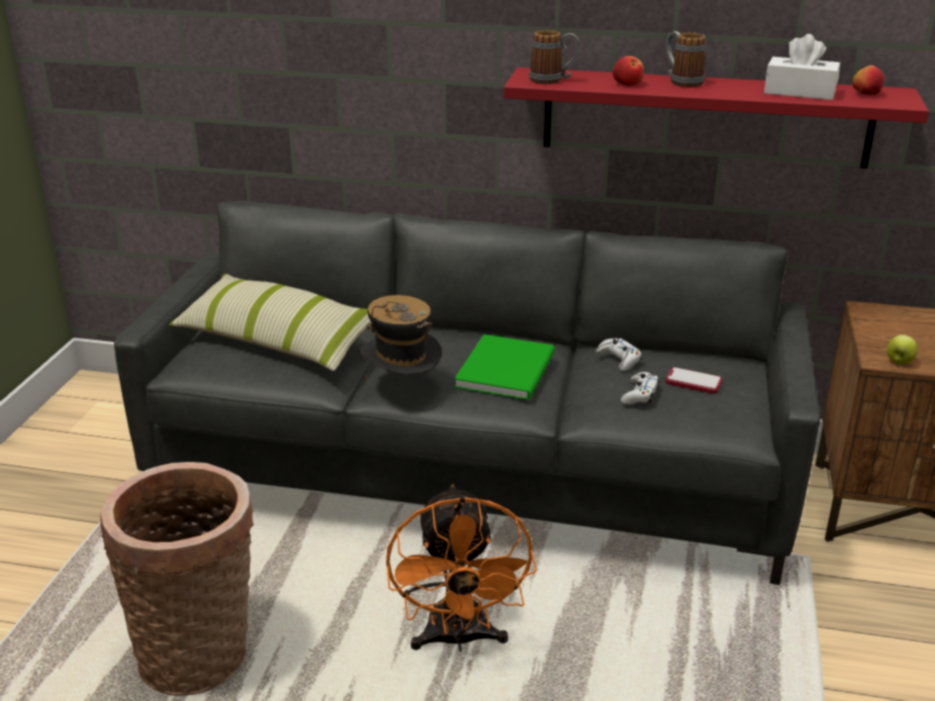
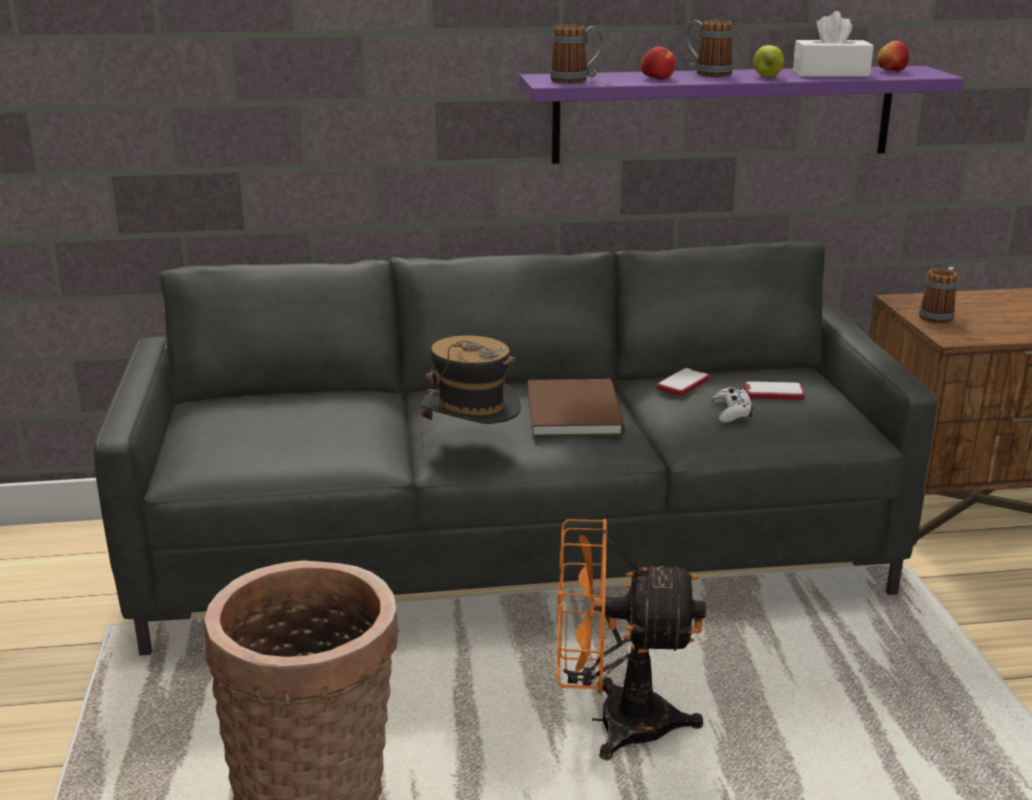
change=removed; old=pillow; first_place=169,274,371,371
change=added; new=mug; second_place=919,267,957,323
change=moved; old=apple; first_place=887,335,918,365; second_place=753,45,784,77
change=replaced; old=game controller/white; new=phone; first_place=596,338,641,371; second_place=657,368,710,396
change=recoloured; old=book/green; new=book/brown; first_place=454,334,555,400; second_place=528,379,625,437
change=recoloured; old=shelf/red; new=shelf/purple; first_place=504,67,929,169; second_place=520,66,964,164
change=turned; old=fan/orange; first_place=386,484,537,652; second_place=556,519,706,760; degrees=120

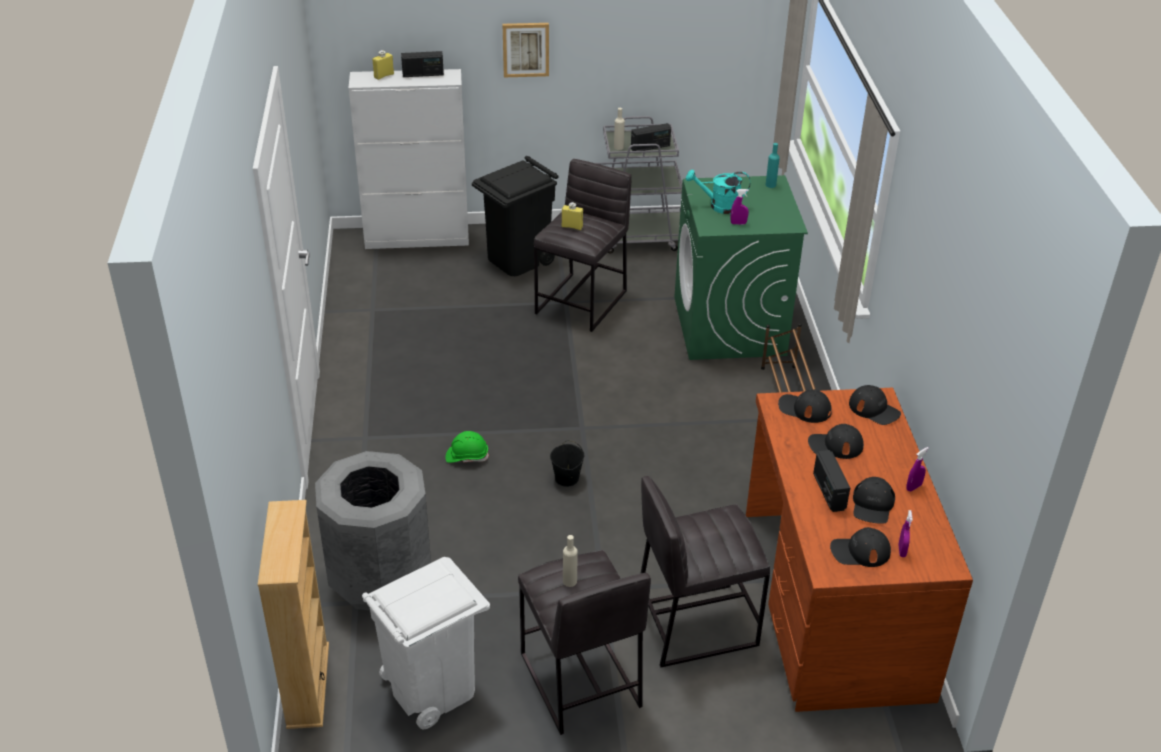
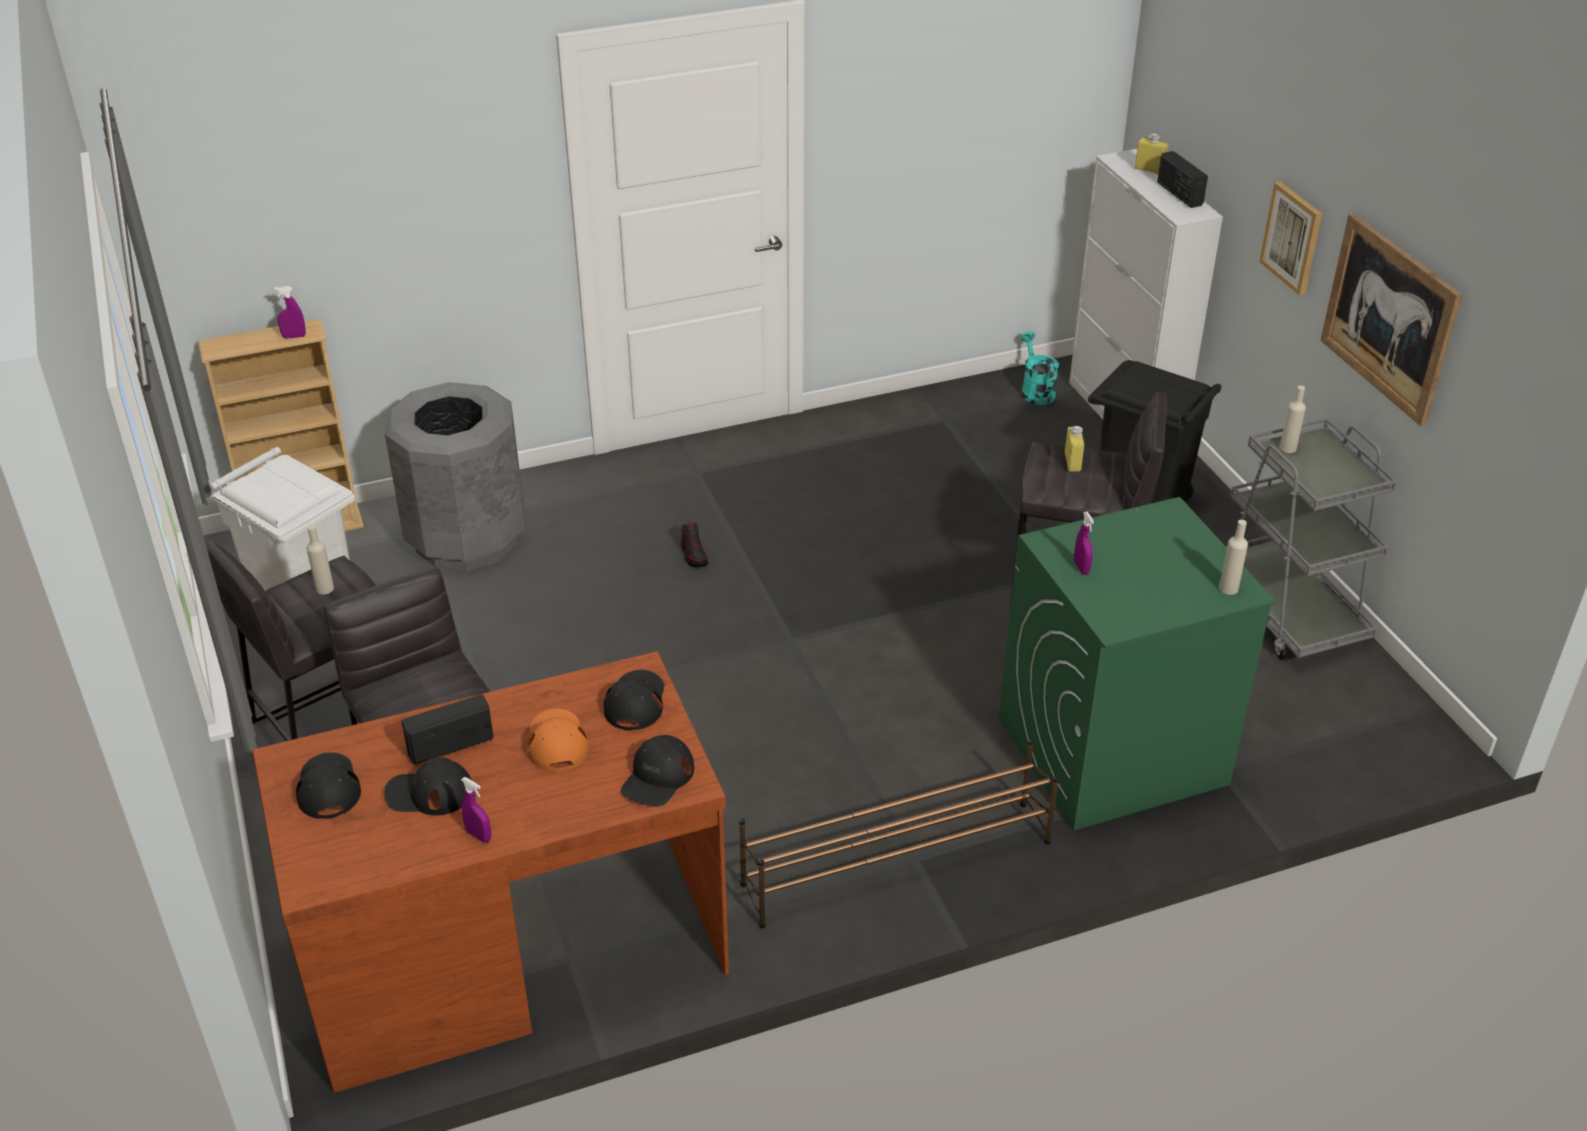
change=removed; old=bucket/black; first_place=550,440,584,487
change=removed; old=radio; first_place=631,123,671,151
change=added; new=picture; second_place=1320,213,1462,427
change=moved; old=watering can/turquoise; first_place=686,169,750,214; second_place=1021,331,1059,405
change=moved; old=spray bottle/purple; first_place=898,510,913,557; second_place=274,286,306,338
change=replaced; old=hard hat/green; new=shoe; first_place=445,431,489,463; second_place=681,520,708,568
change=recoloured; old=bottle/turquoise; new=bottle/beige; first_place=766,143,780,188; second_place=1219,520,1248,595
change=recoloured; old=cap/black; new=cap/orange; first_place=808,424,864,459; second_place=527,709,589,772

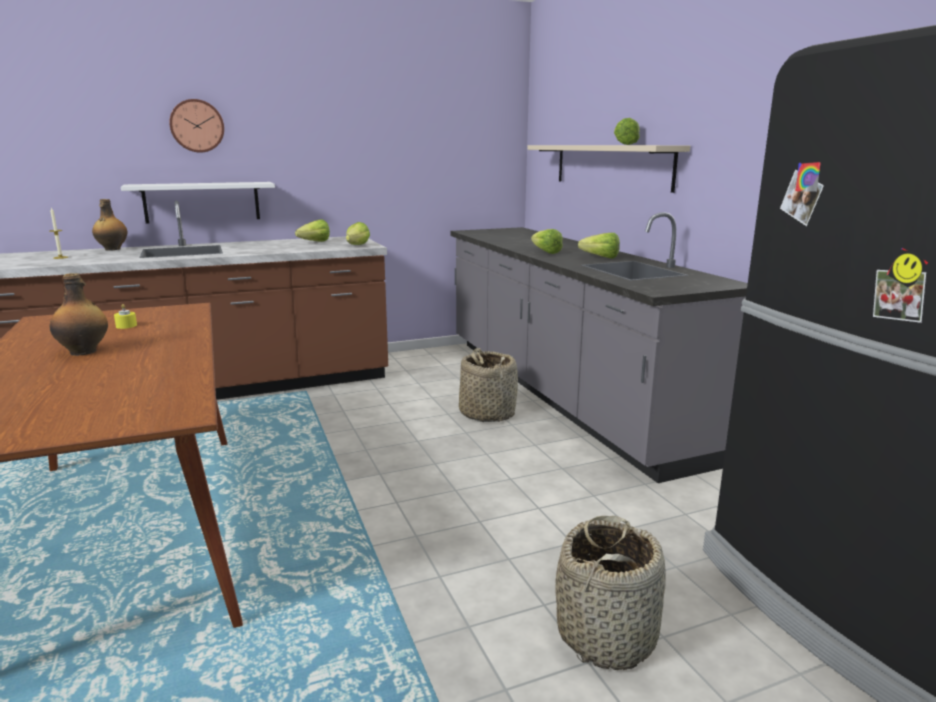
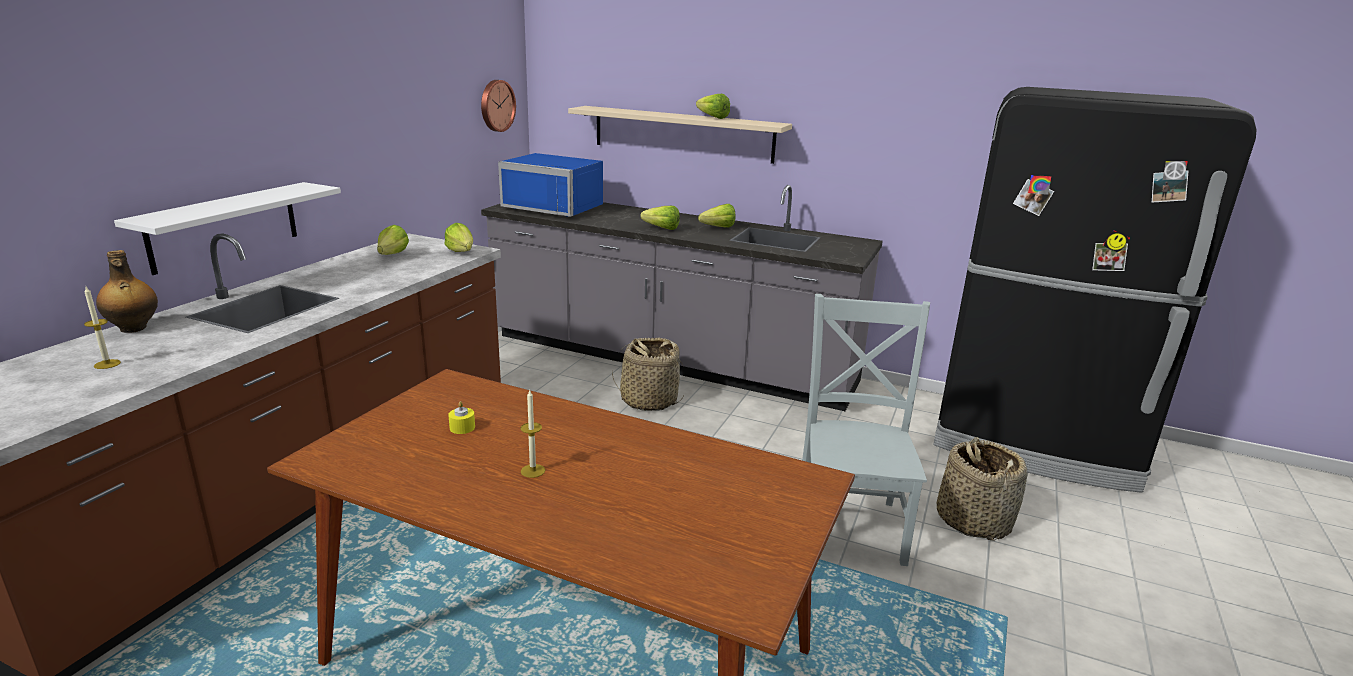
change=added; new=microwave/blue; second_place=498,153,603,217
change=added; new=chair/grey; second_place=802,294,930,566
change=moved; old=wall clock; first_place=169,99,224,153; second_place=481,80,516,132
change=replaced; old=bottle; new=candle; first_place=50,273,108,356; second_place=521,390,545,478

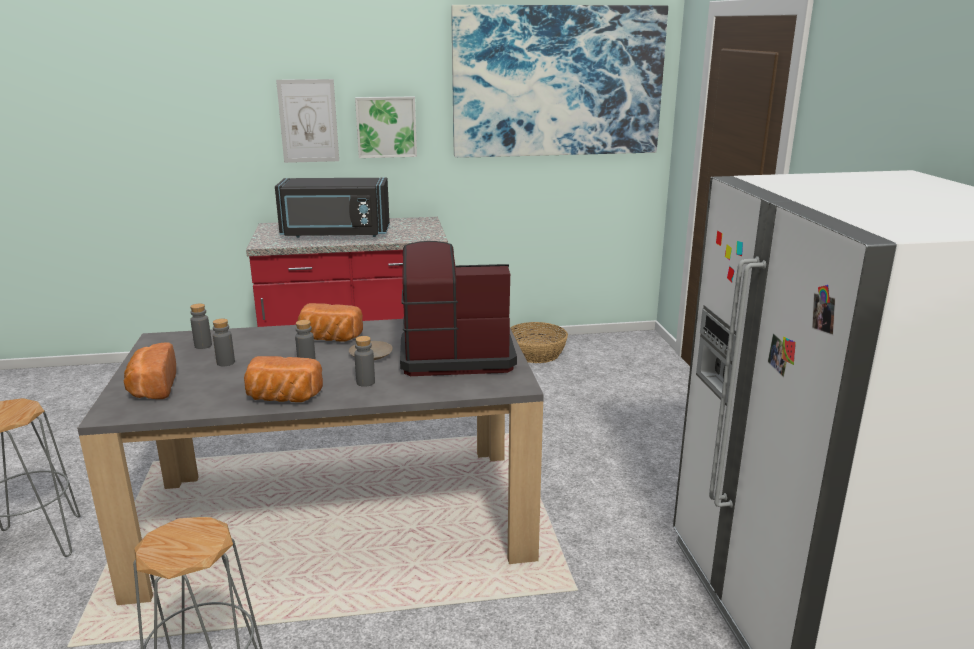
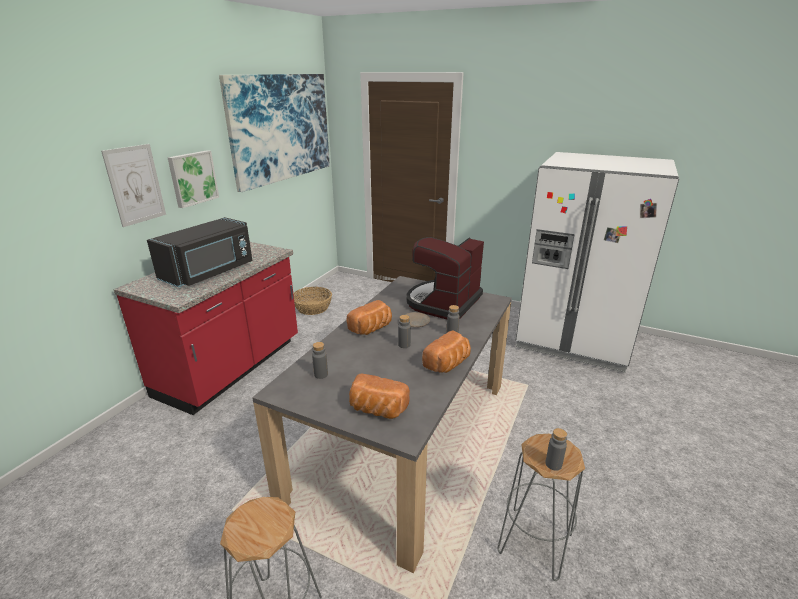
change=moved; old=bottle/grey; first_place=213,319,235,366; second_place=545,428,567,471

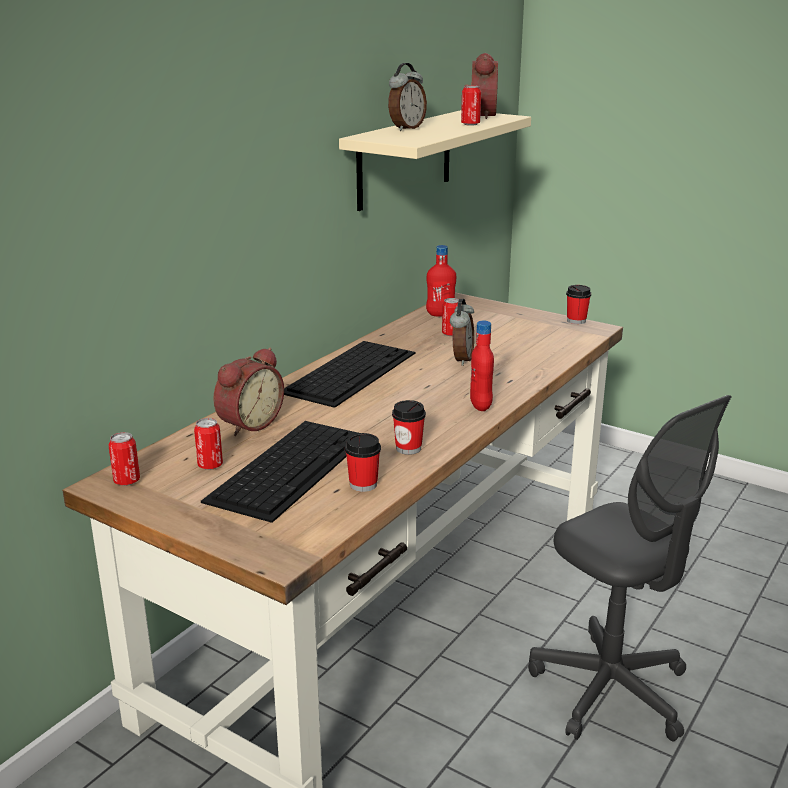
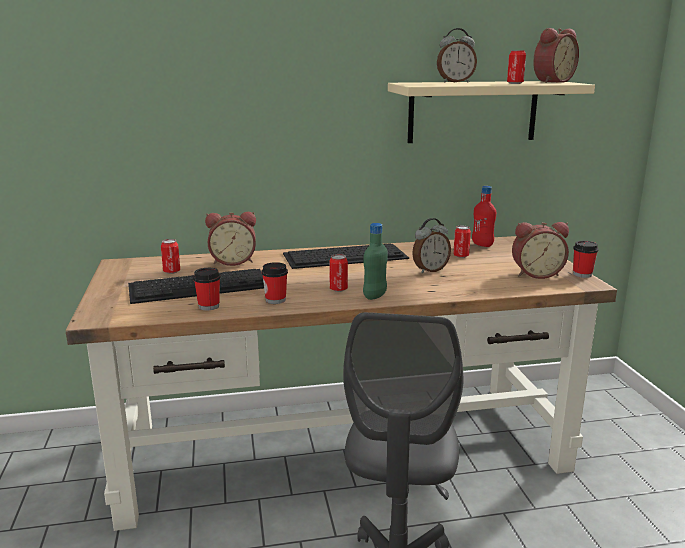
change=added; new=alarm clock; second_place=512,222,569,279
change=moved; old=can; first_place=108,432,140,486; second_place=329,254,348,292
change=recoloured; old=bottle/red; new=bottle/green; first_place=470,321,494,411; second_place=363,223,388,300

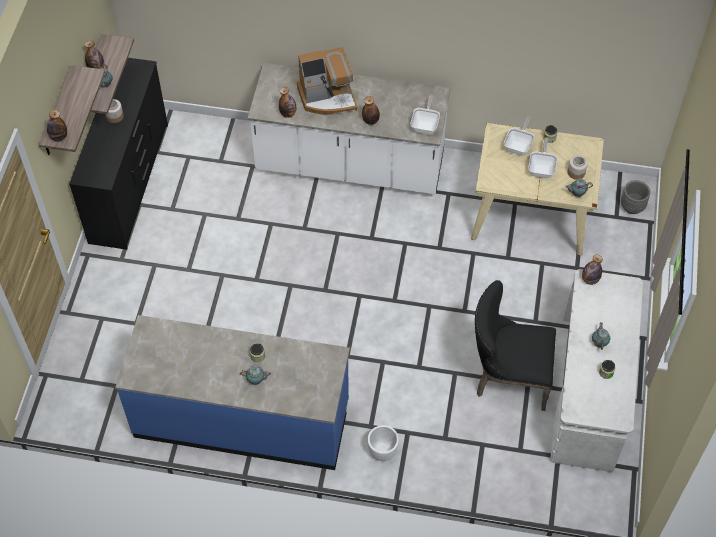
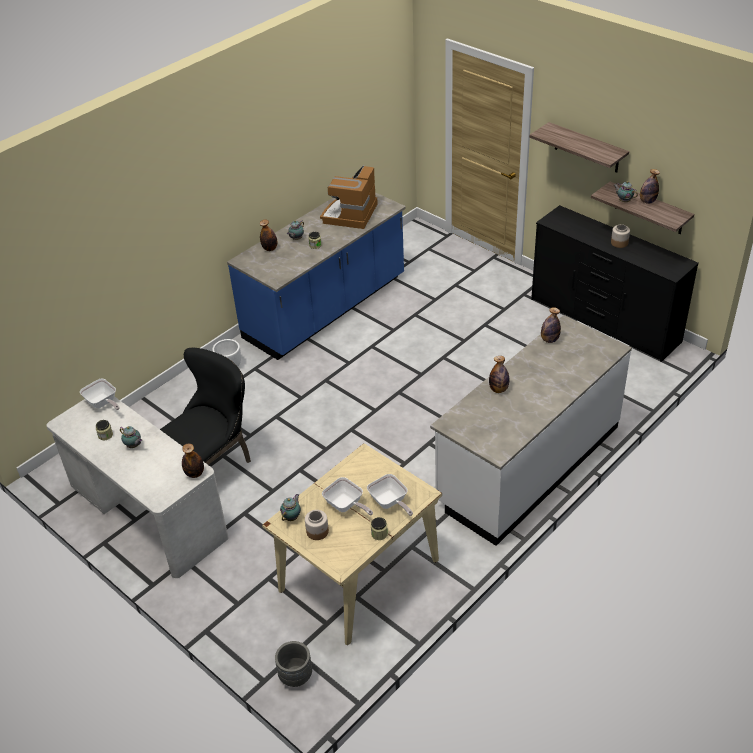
change=moved; old=bottle; first_place=47,110,67,142; second_place=260,220,277,251
change=moved; old=coffee machine; first_place=297,47,358,115; second_place=320,165,378,229
change=moved; old=frying pan; first_place=410,95,440,134; second_place=80,378,120,410

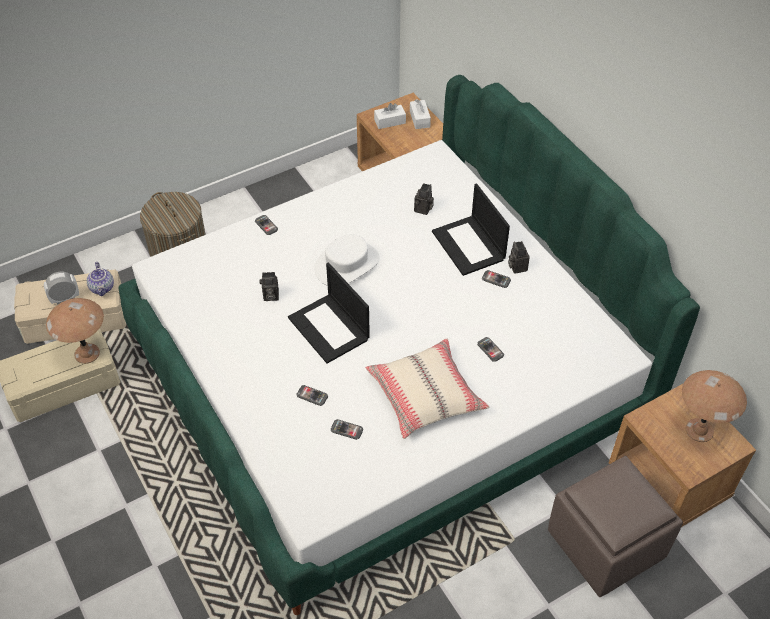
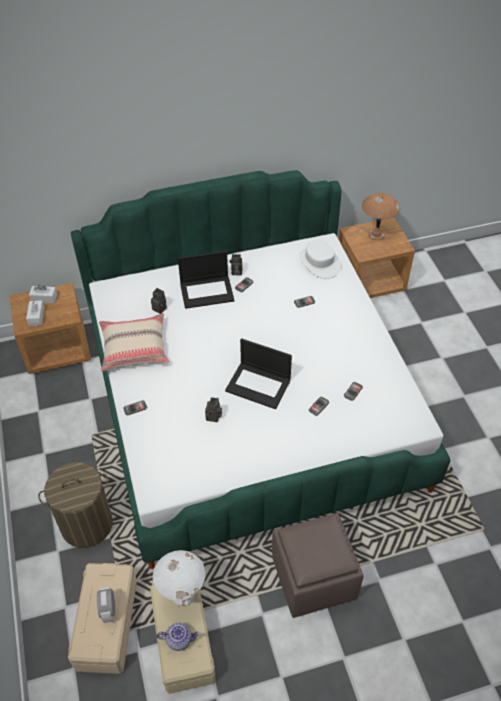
change=moved; old=teapot; first_place=87,262,114,296; second_place=157,623,200,651
change=moved; old=hat/white; first_place=314,234,380,286; second_place=299,240,341,279
change=moved; old=pillow/beige; first_place=365,338,489,439; second_place=99,313,169,371
change=moved; old=ottoman/brown; first_place=548,456,683,597; second_place=272,513,364,618
change=recoloured; old=table lamp/brown; new=table lamp/white; first_place=46,298,104,364; second_place=153,550,205,606
change=turned; old=laptop; first_place=288,262,370,364; second_place=225,338,292,409; degrees=45

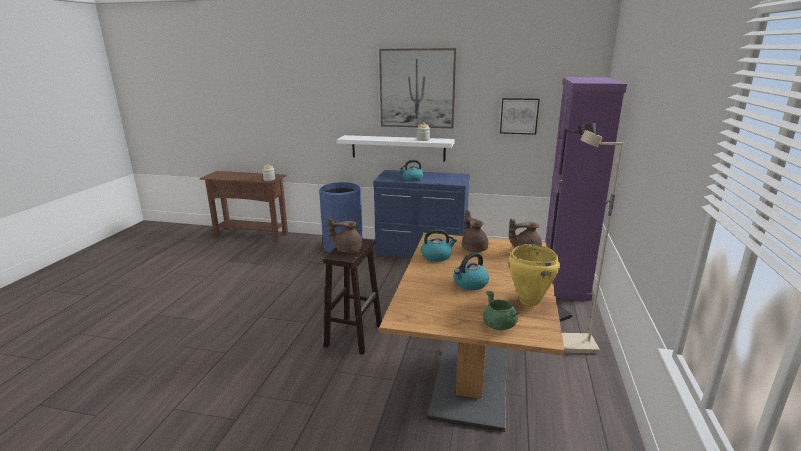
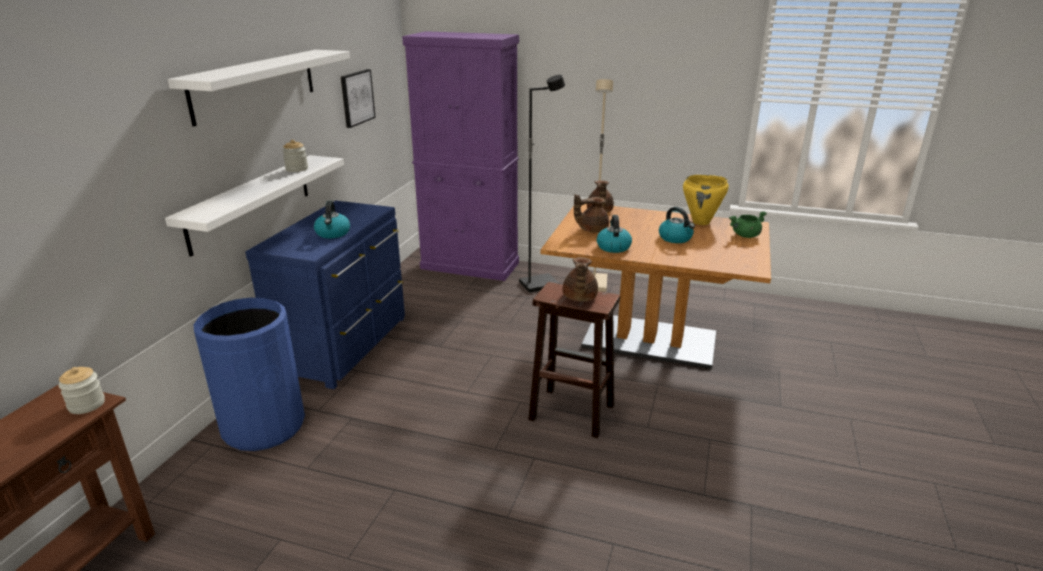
change=replaced; old=picture; new=shelf/white; first_place=379,48,457,128; second_place=167,50,350,127

